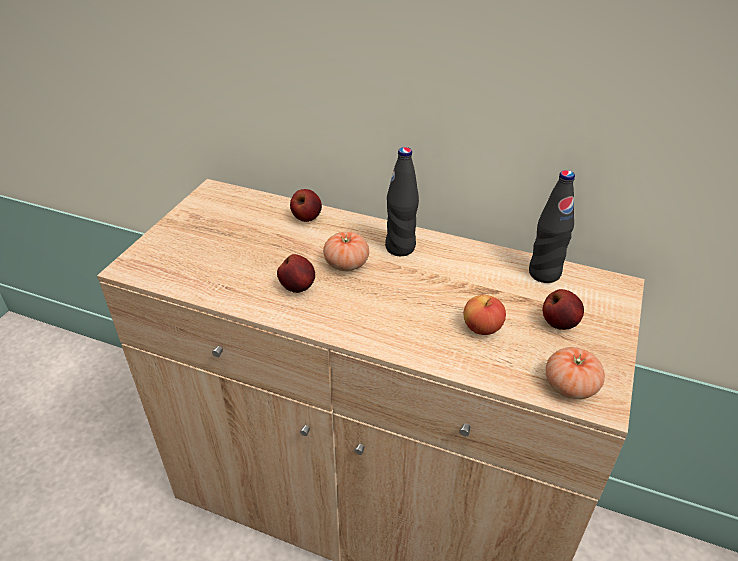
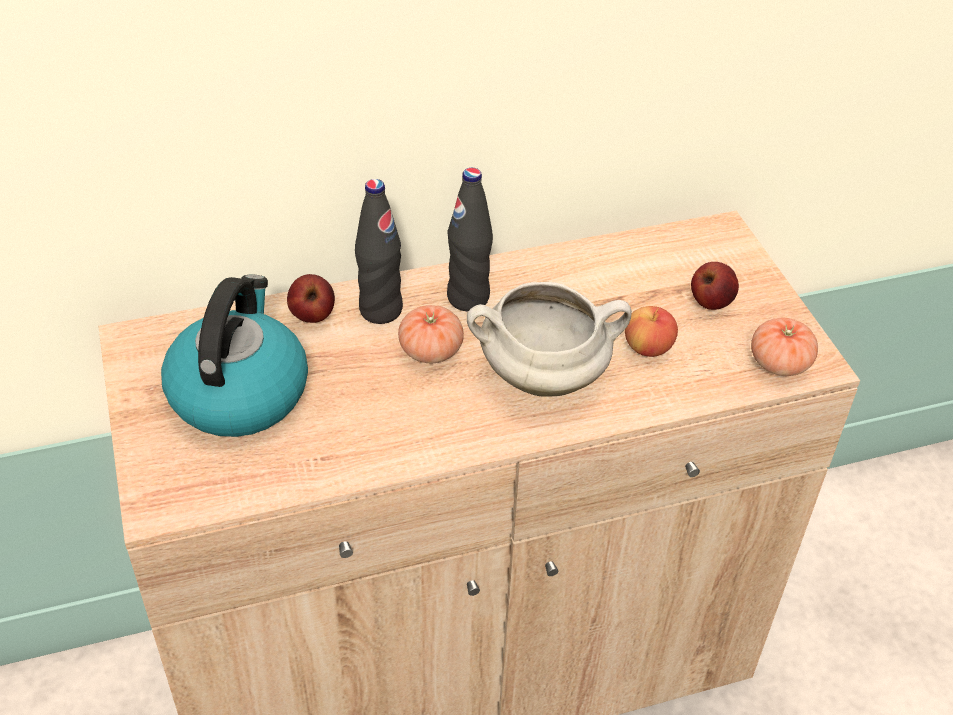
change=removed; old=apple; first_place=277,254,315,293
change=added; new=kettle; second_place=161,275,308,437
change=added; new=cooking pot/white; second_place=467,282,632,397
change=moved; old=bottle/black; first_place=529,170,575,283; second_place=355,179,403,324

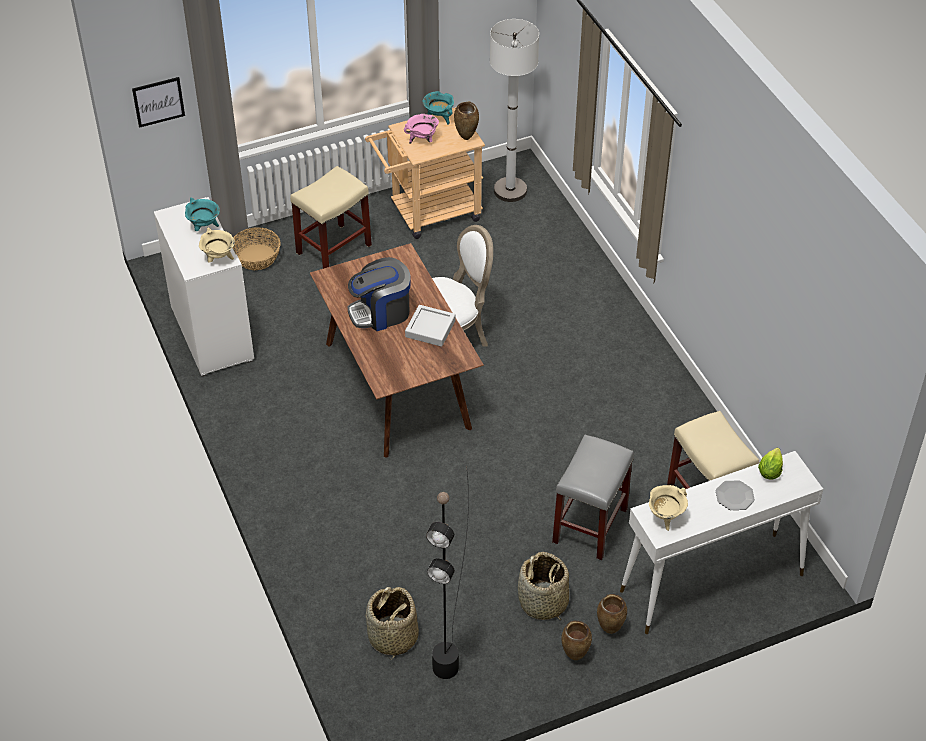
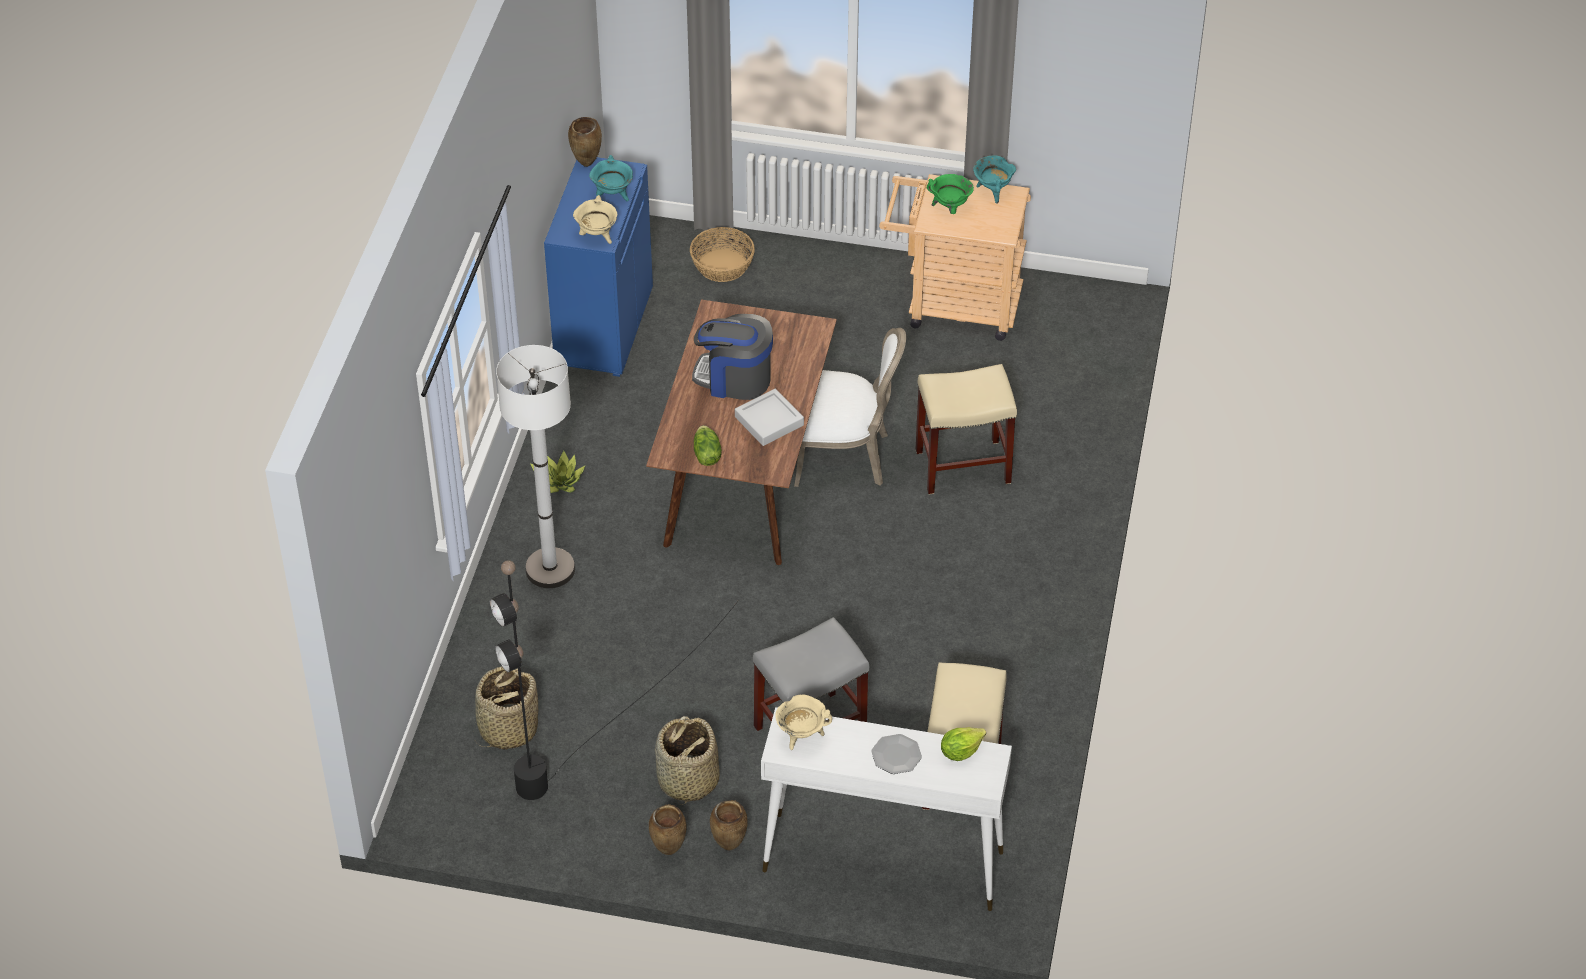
change=removed; old=picture; first_place=132,77,185,128
change=added; new=potted plant; second_place=531,451,586,493
change=added; new=lettuce; second_place=694,425,722,466
change=moved; old=stool/beige; first_place=290,166,372,269; second_place=916,364,1017,495
change=moved; old=vase/brown; first_place=454,102,479,140; second_place=568,117,602,167
change=moved; old=floor lamp/white; first_place=490,19,539,202; second_place=496,345,575,588
change=recoloured; old=cabinet/white; new=cabinet/blue; first_place=154,197,254,377; second_place=544,157,653,377
change=recoloured; old=cooking pot/pink; new=cooking pot/green; first_place=404,114,439,144; second_place=927,174,974,214

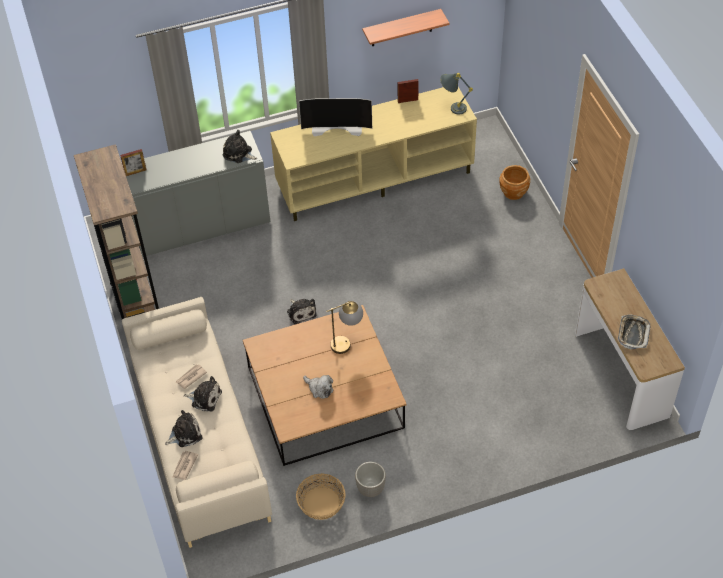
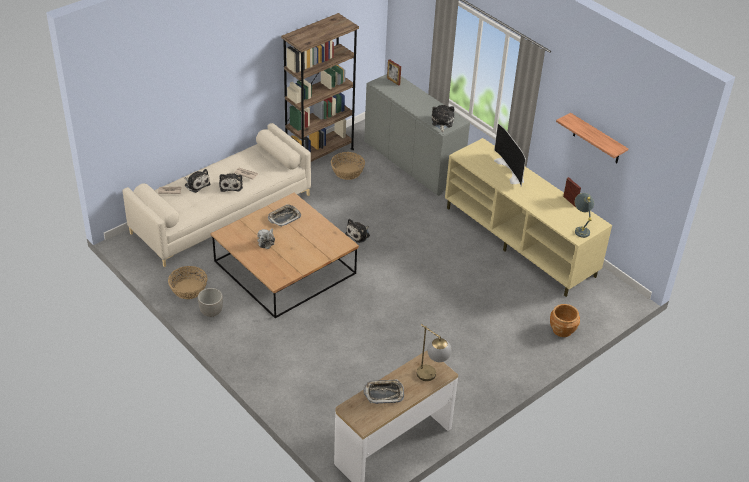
change=added; new=tray; second_place=268,204,301,227
change=added; new=basket; second_place=331,152,365,180
change=moved; old=table lamp; first_place=326,301,363,354; second_place=417,324,452,381

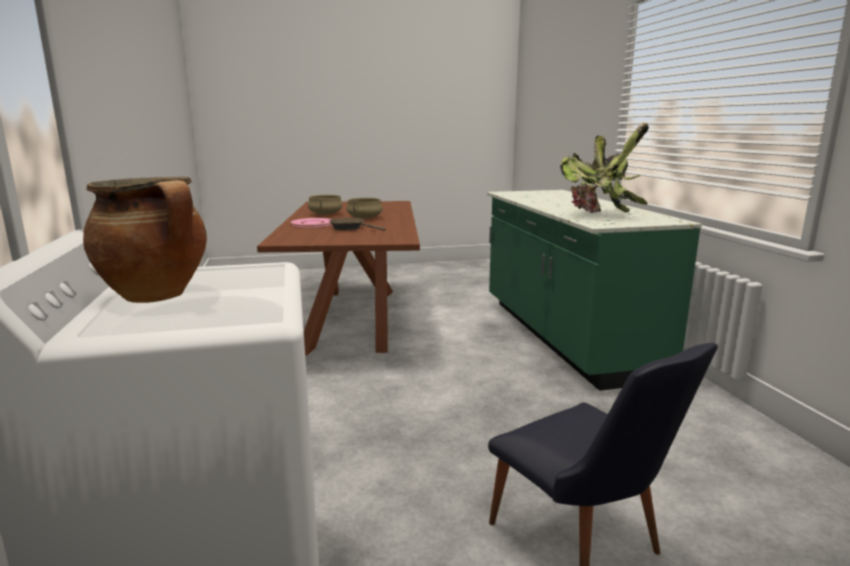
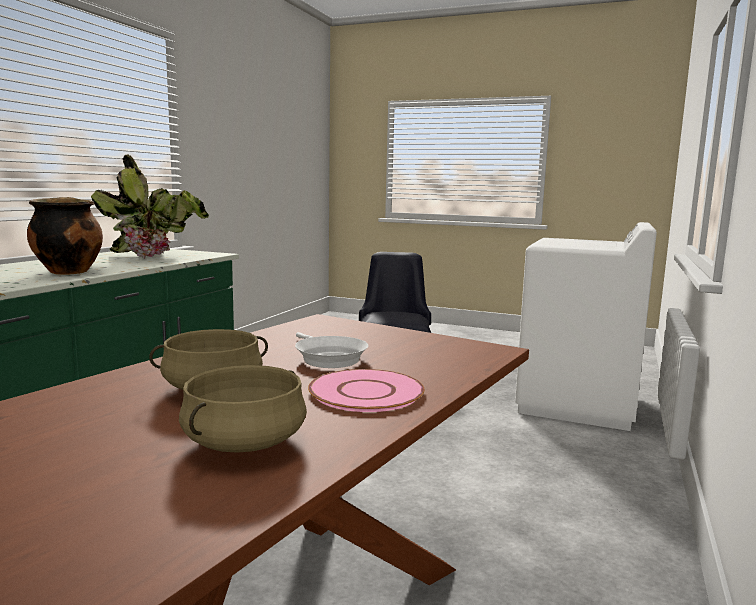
change=moved; old=cooking pot; first_place=83,177,207,303; second_place=27,197,103,275
change=recoloured; old=frying pan/brown; new=frying pan/white; first_place=329,218,385,231; second_place=295,332,368,368

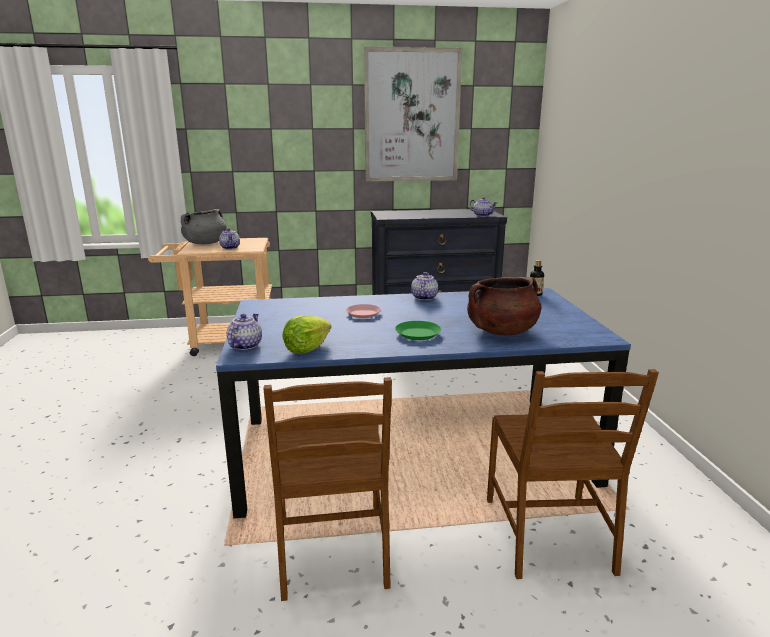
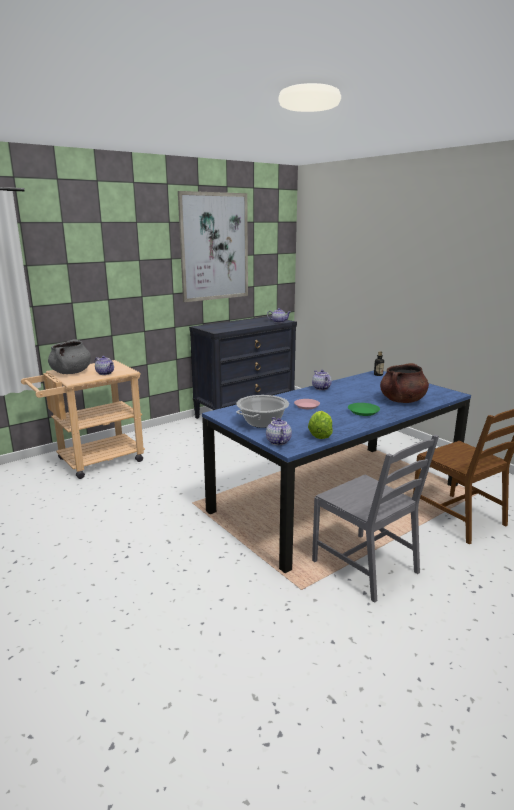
change=added; new=cooking pot; second_place=236,395,289,428
change=recoloured; old=chair/brown; new=chair/grey; first_place=264,377,392,601; second_place=312,435,439,603

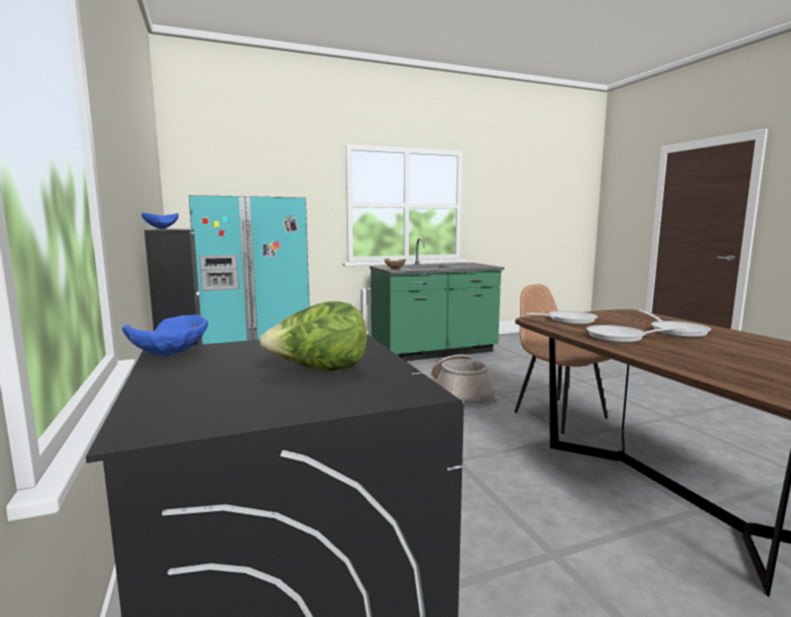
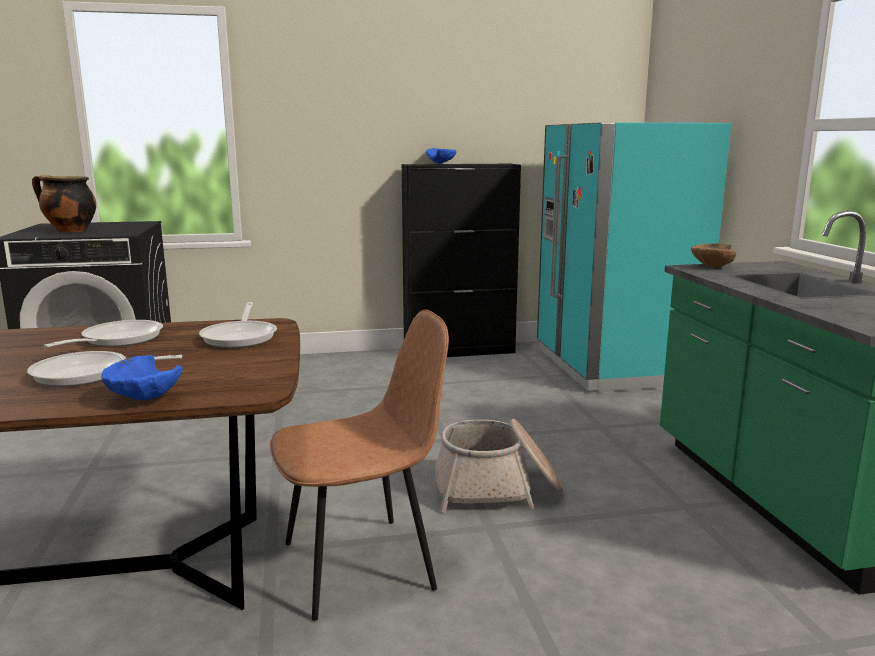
change=moved; old=bowl/blue; first_place=122,315,208,356; second_place=101,355,183,400
change=replaced; old=lettuce; new=cooking pot; first_place=259,301,367,371; second_place=32,175,96,232

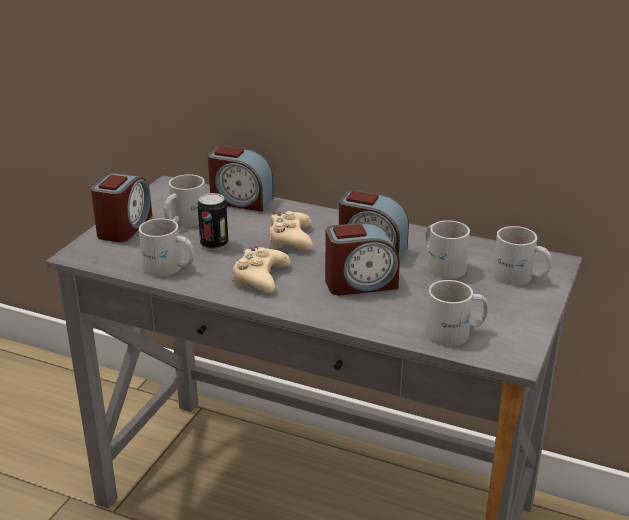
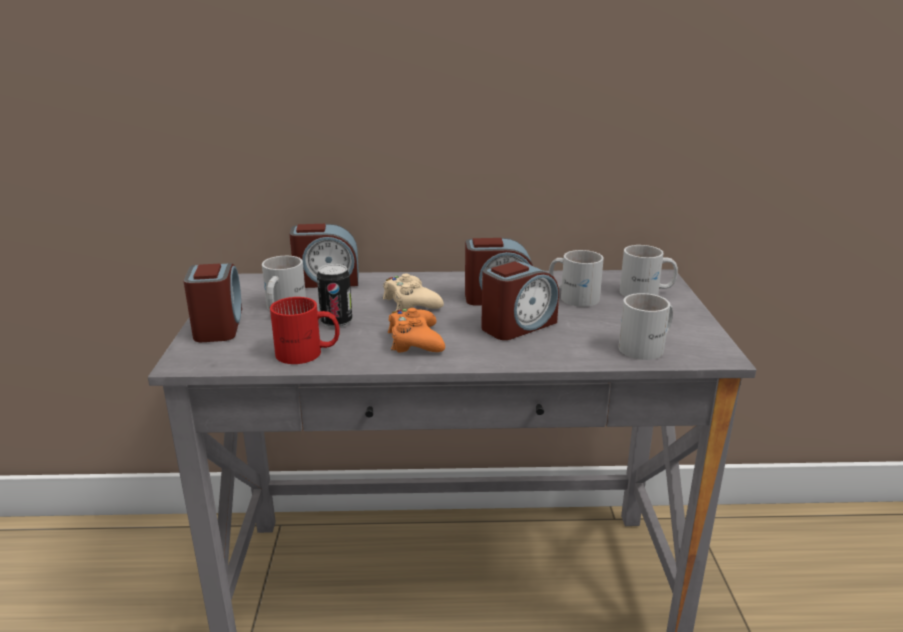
change=recoloured; old=mug/white; new=mug/red; first_place=139,218,195,277; second_place=270,297,339,364
change=recoloured; old=game controller/beige; new=game controller/orange; first_place=232,246,291,293; second_place=388,308,445,352

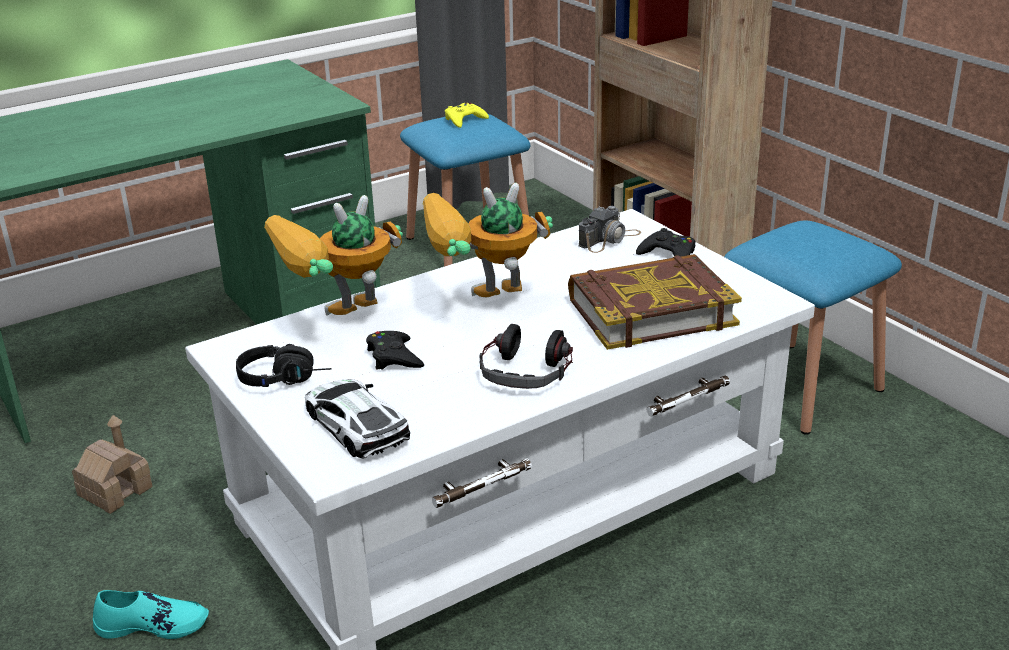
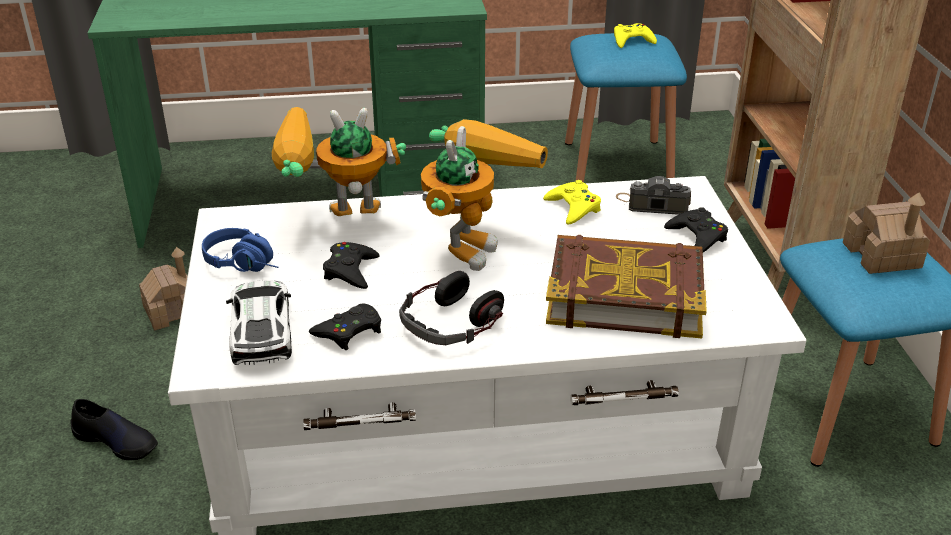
change=added; new=game controller/black; second_place=309,303,381,350
change=added; new=game controller/yellow; second_place=543,180,601,225
change=added; new=toy house; second_place=843,192,930,274
change=recoloured; old=shoe/turquoise; new=shoe/black; first_place=93,590,209,639; second_place=71,399,158,460
change=recoloured; old=headphones/black; new=headphones/blue; first_place=236,344,332,387; second_place=202,228,279,272
change=turned; old=toy robot; first_place=423,183,553,297; second_place=421,119,548,271; degrees=105
change=turned; old=photo camera; first_place=579,206,641,253; second_place=616,176,691,215; degrees=-150

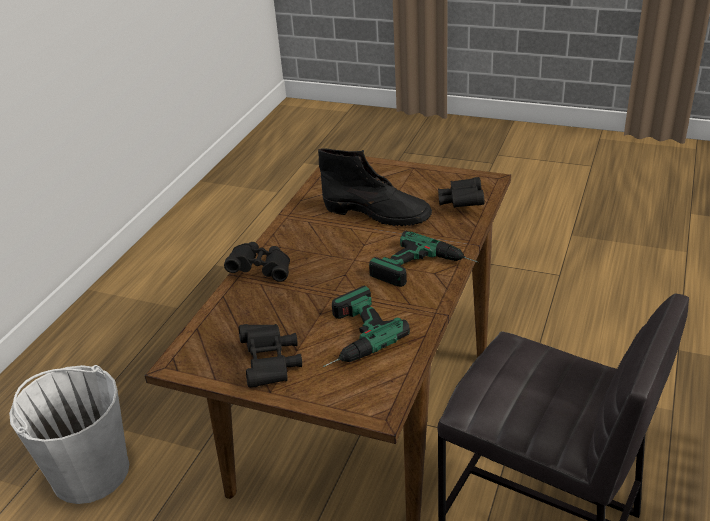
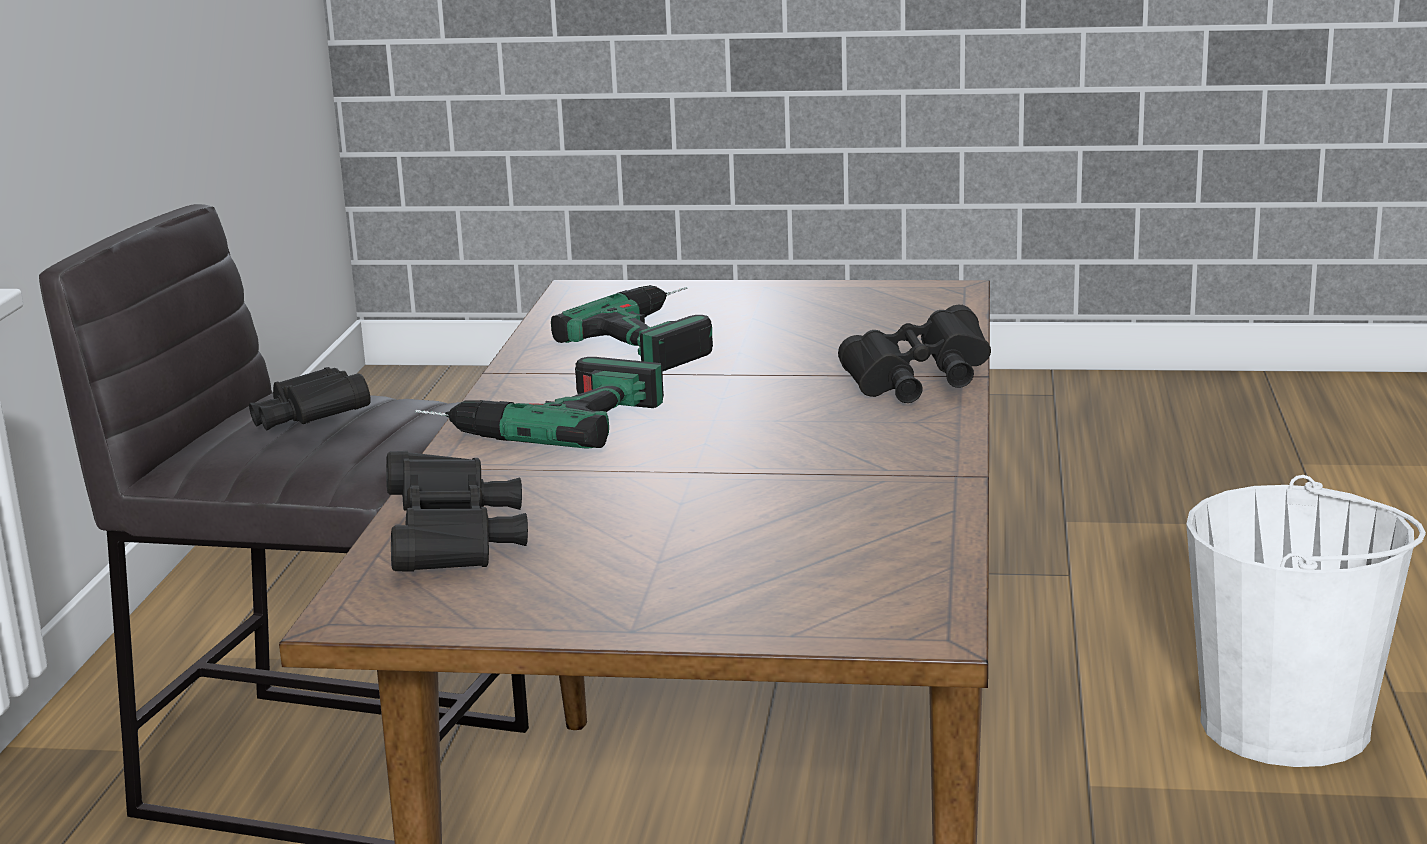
change=removed; old=boot/black; first_place=318,148,432,226
change=moved; old=binoculars/black; first_place=239,324,302,388; second_place=249,367,371,431

